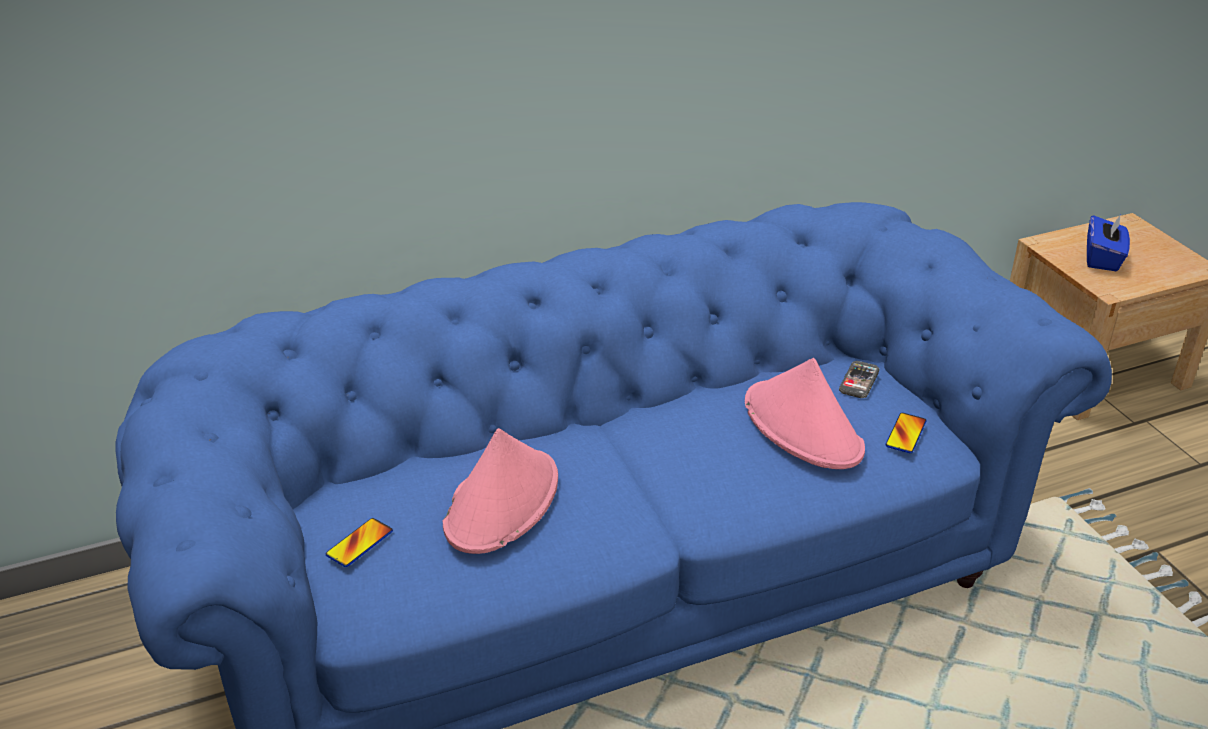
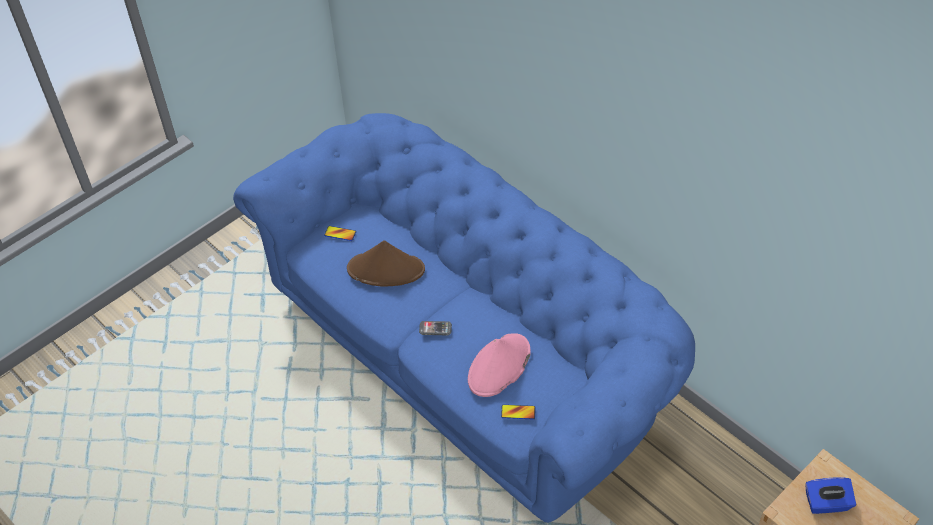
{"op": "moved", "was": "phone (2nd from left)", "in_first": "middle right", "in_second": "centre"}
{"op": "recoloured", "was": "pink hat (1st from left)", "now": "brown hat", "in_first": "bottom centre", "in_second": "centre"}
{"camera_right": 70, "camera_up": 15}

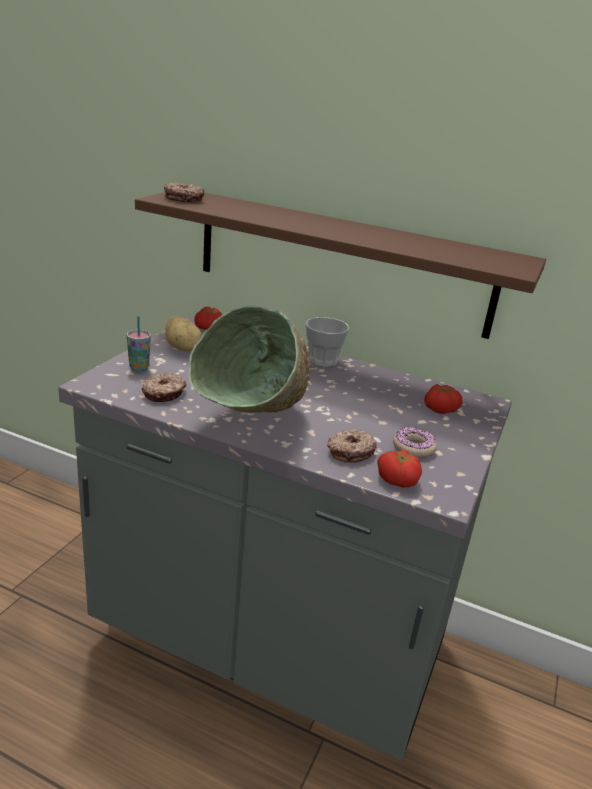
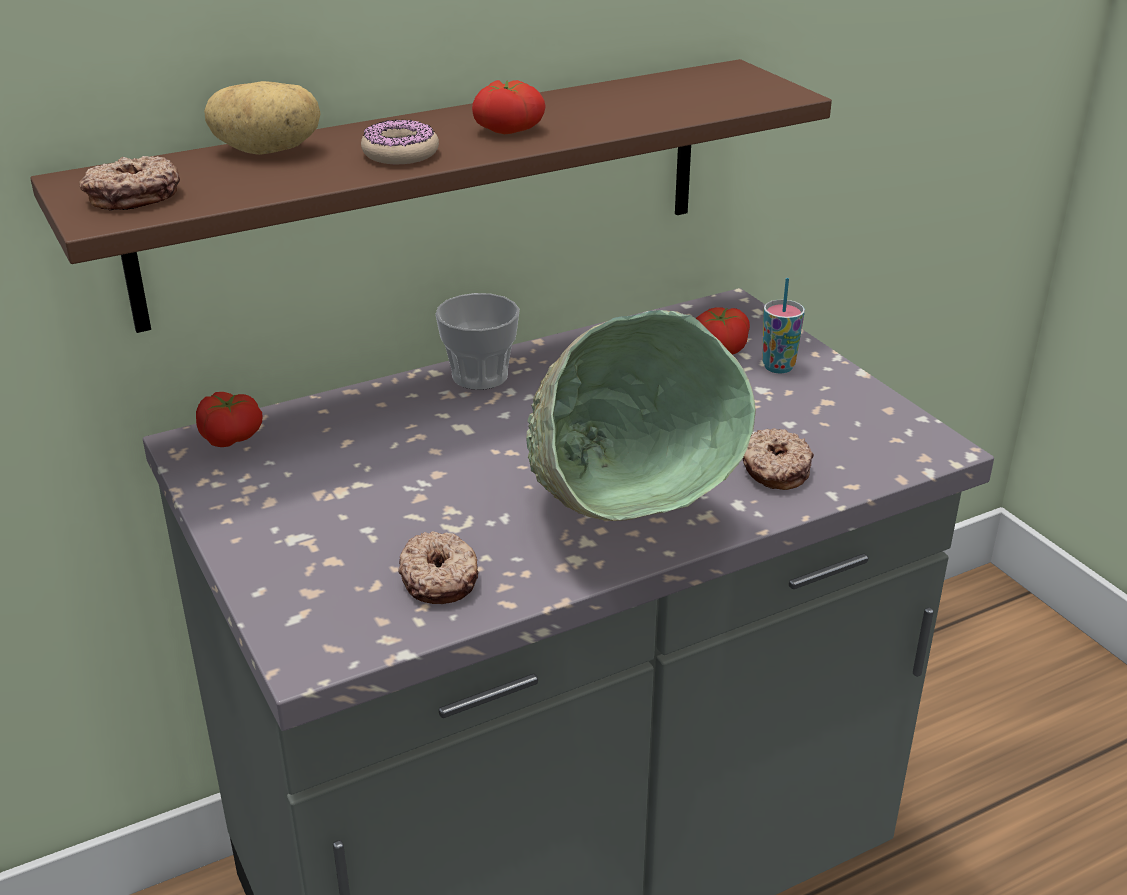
{"op": "moved", "was": "cup (1st from left in the first image)", "now": "cup (2nd from left)", "in_first": "middle left", "in_second": "middle right"}
{"op": "moved", "was": "potato", "in_first": "middle left", "in_second": "top left"}
{"op": "moved", "was": "tomato (2nd from left)", "in_first": "middle right", "in_second": "top centre"}
{"op": "moved", "was": "donut (4th from left in the first image)", "now": "donut (2nd from left)", "in_first": "middle right", "in_second": "top centre"}
{"camera_right": -50, "camera_up": 5}

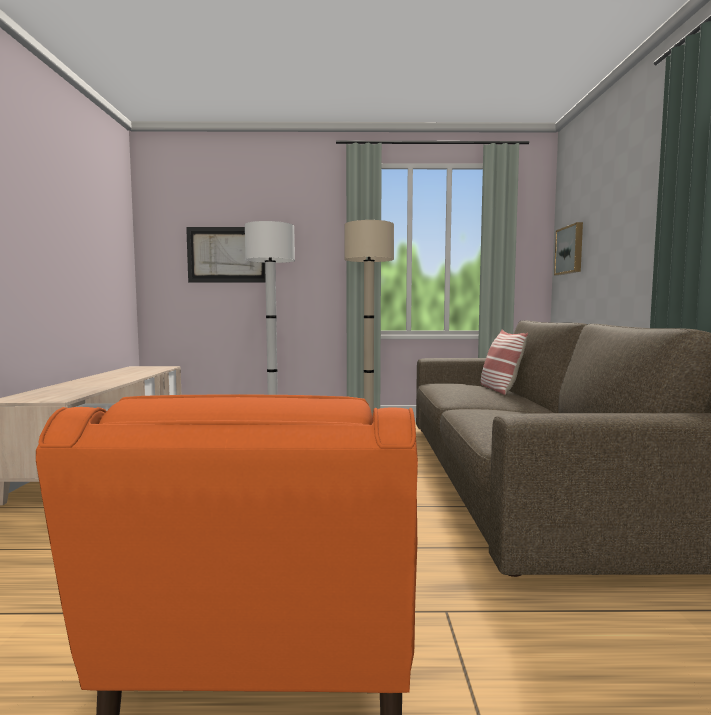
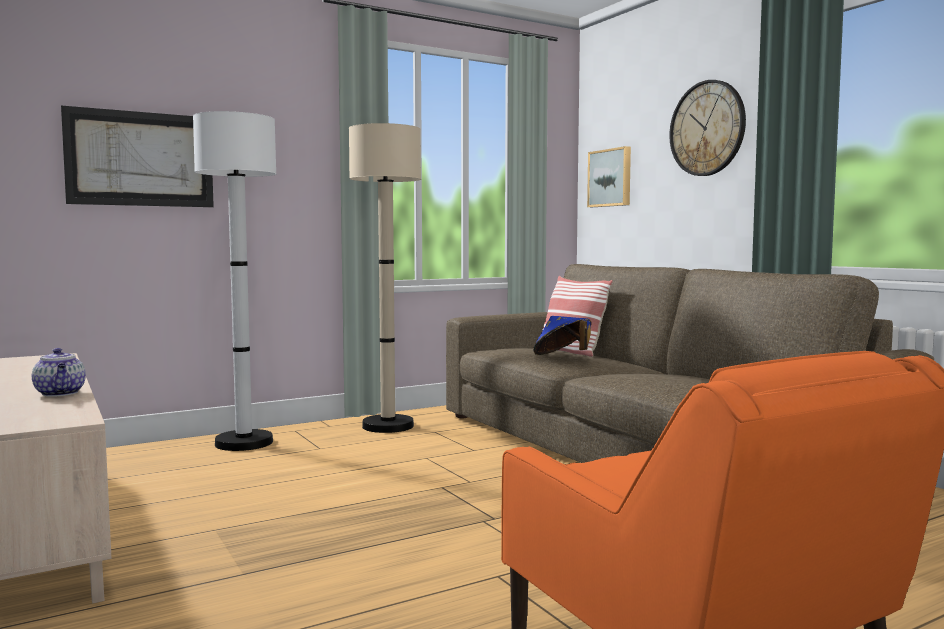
{"op": "added", "now": "teapot", "in_second": "middle left"}
{"op": "added", "now": "blue hat", "in_second": "centre"}
{"op": "added", "now": "wall clock", "in_second": "top right"}
{"camera_right": -30, "camera_up": 0}

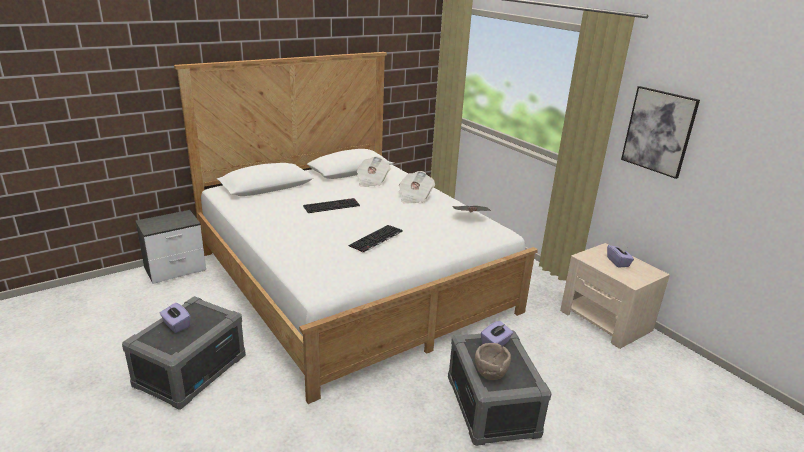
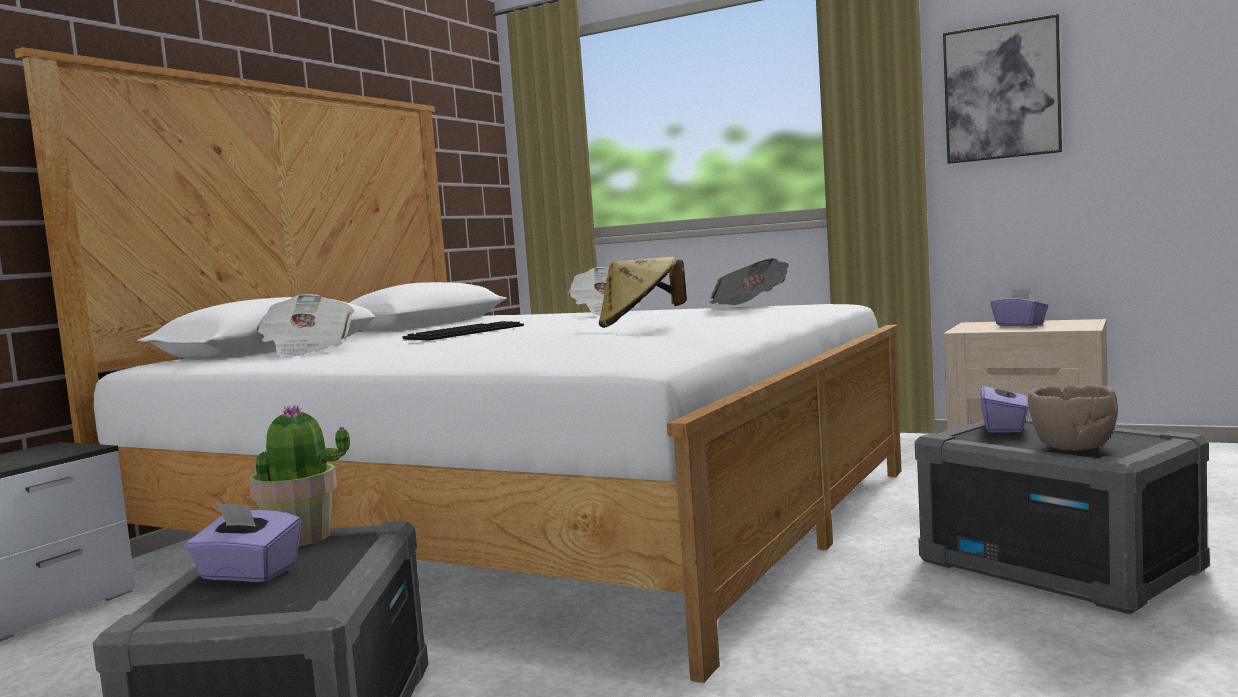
{"op": "added", "now": "potted plant", "in_second": "bottom left"}
{"op": "moved", "was": "newspaper (1st from left)", "in_first": "centre", "in_second": "middle left"}
{"op": "replaced", "was": "keyboard (2nd from left)", "now": "beige hat", "in_first": "centre", "in_second": "centre"}
{"camera_right": -25, "camera_up": -20}

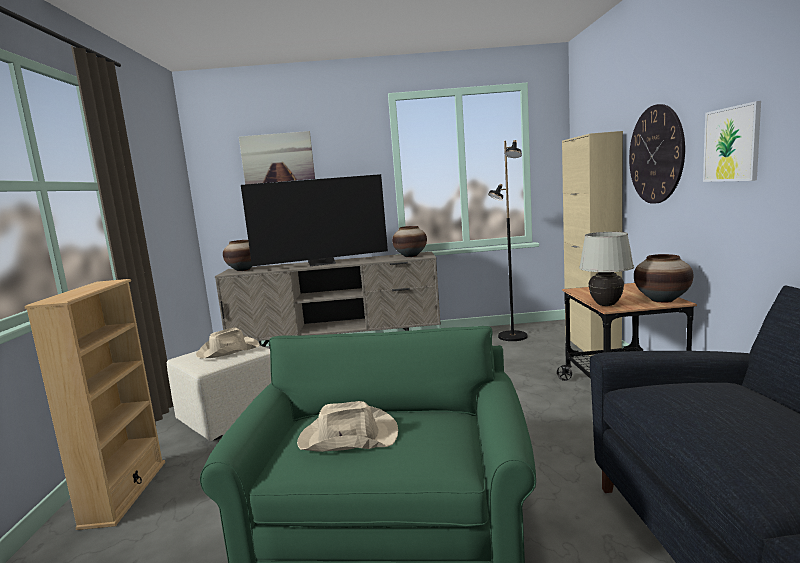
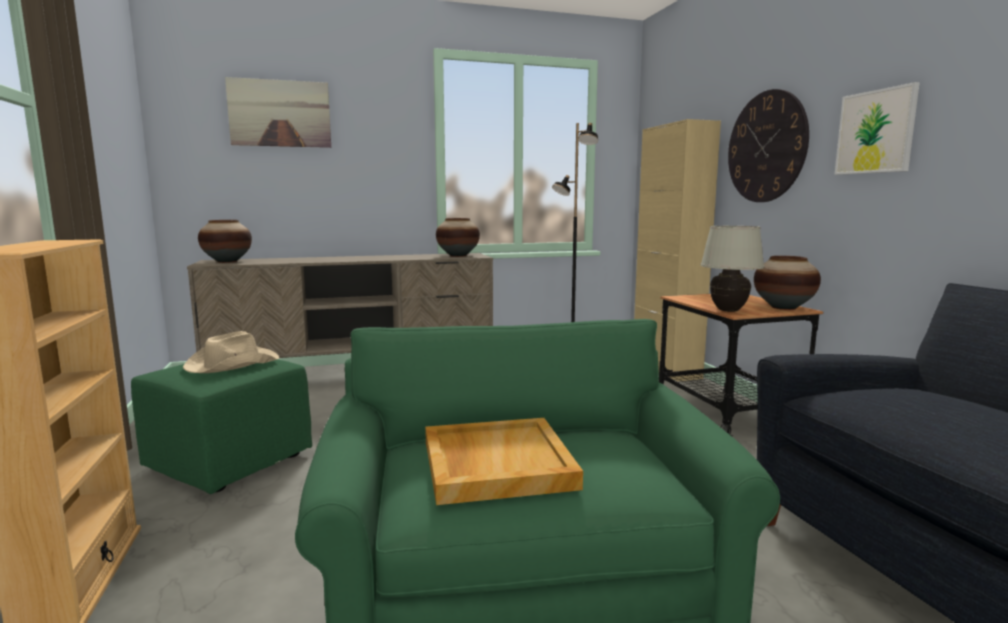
{"op": "removed", "was": "television", "in_first": "centre"}
{"op": "replaced", "was": "beige hat (2nd from left)", "now": "beige tray", "in_first": "bottom centre", "in_second": "bottom centre"}
{"op": "recoloured", "was": "beige ottoman", "now": "green ottoman", "in_first": "bottom left", "in_second": "bottom left"}
{"camera_right": -15, "camera_up": 0}

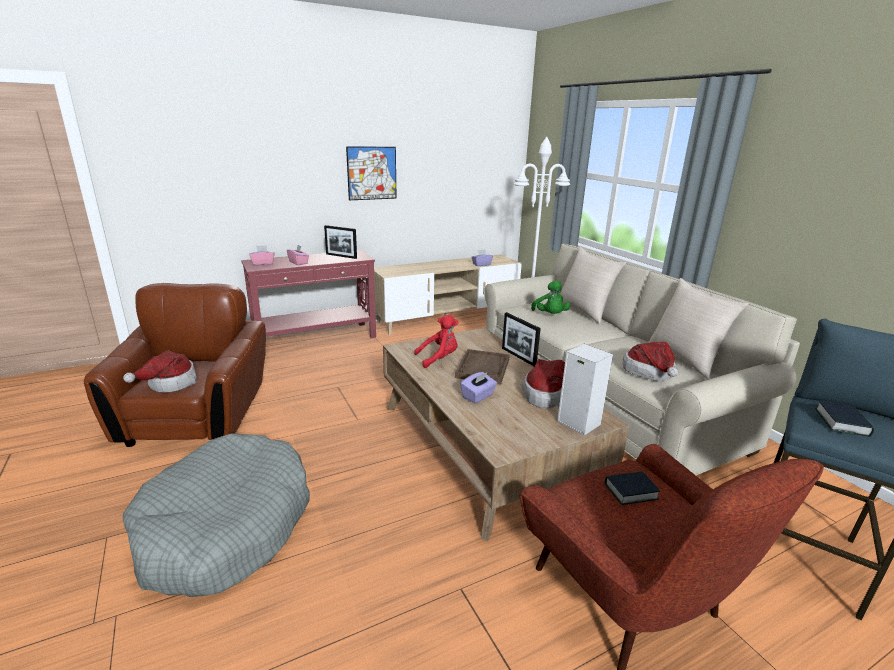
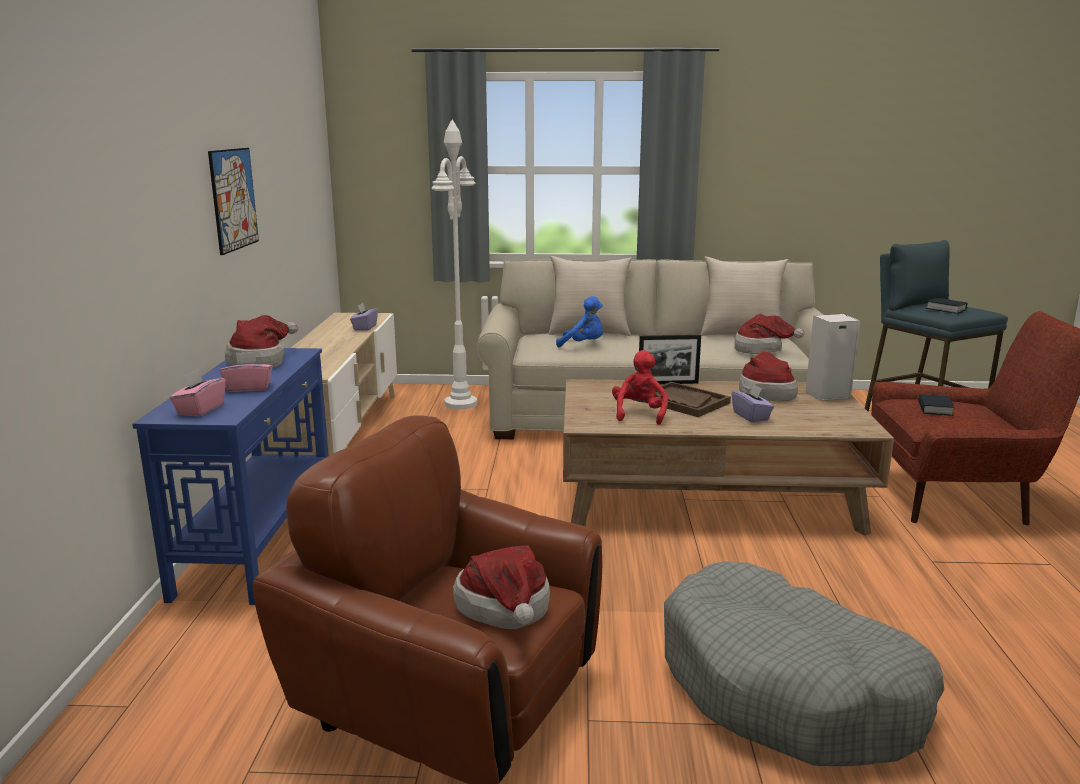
{"op": "replaced", "was": "picture frame (1st from left)", "now": "hat (1st from left)", "in_first": "centre", "in_second": "middle left"}
{"op": "recoloured", "was": "red console table", "now": "blue console table", "in_first": "centre", "in_second": "middle left"}
{"op": "recoloured", "was": "green plush toy", "now": "blue plush toy", "in_first": "centre", "in_second": "centre"}
{"camera_right": -60, "camera_up": -5}

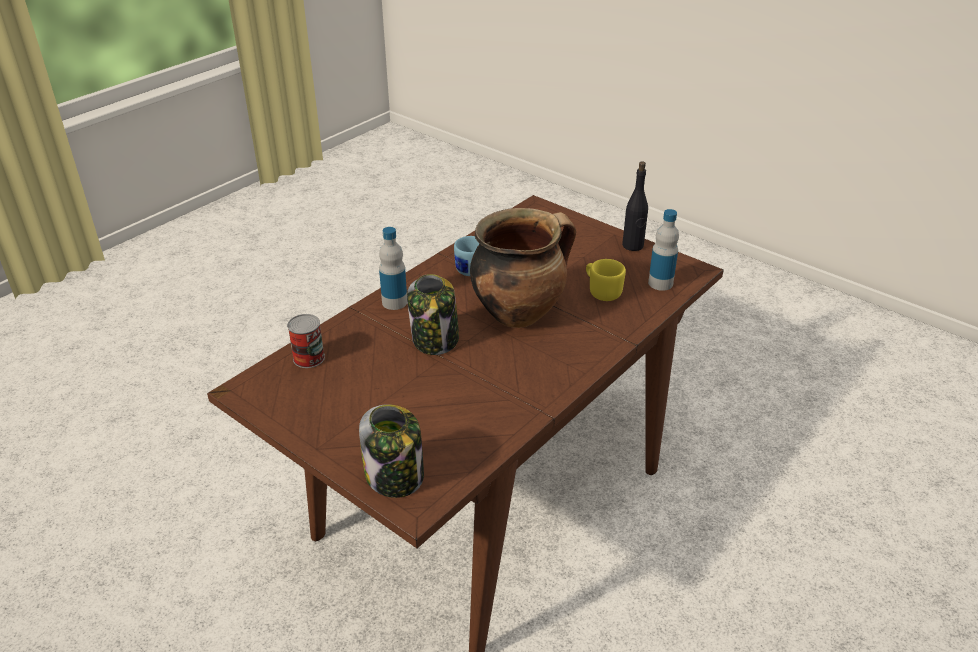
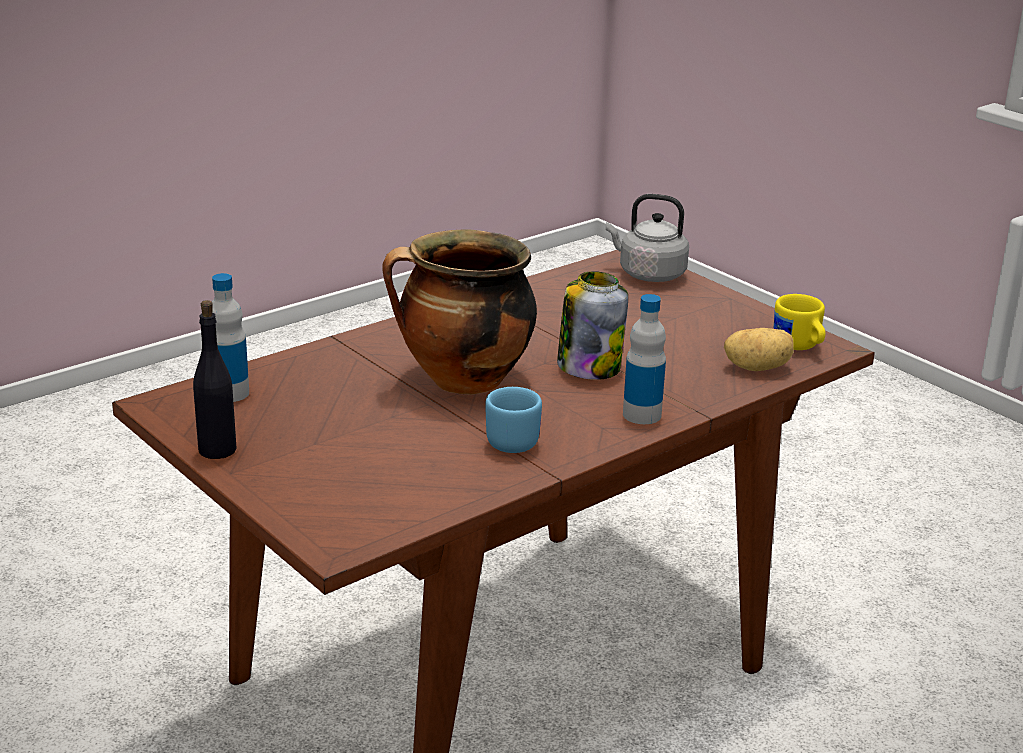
{"op": "moved", "was": "yellow mug", "in_first": "centre", "in_second": "middle right"}
{"op": "replaced", "was": "can", "now": "potato", "in_first": "middle left", "in_second": "middle right"}
{"op": "replaced", "was": "jar (1st from left)", "now": "grey kettle", "in_first": "bottom centre", "in_second": "top centre"}
{"camera_right": -170, "camera_up": -10}

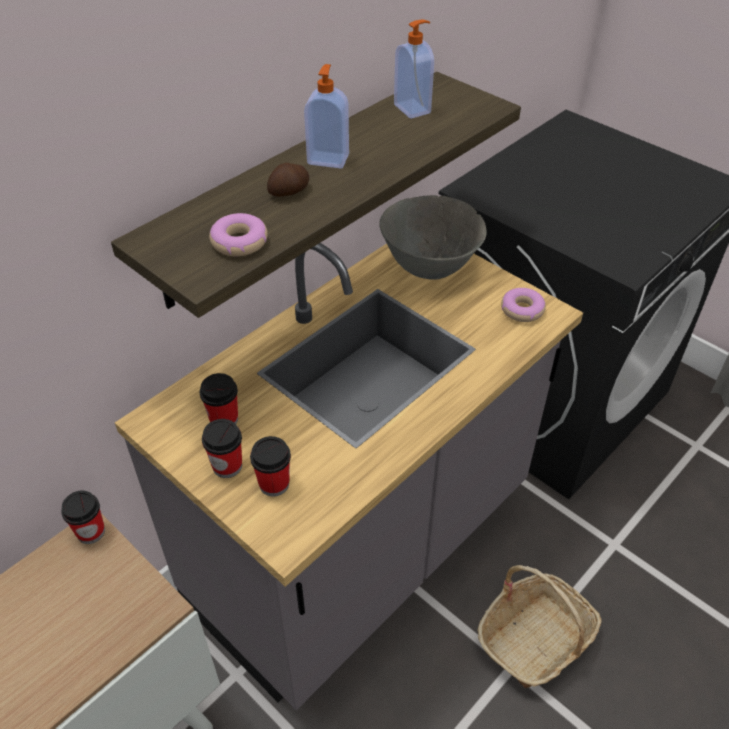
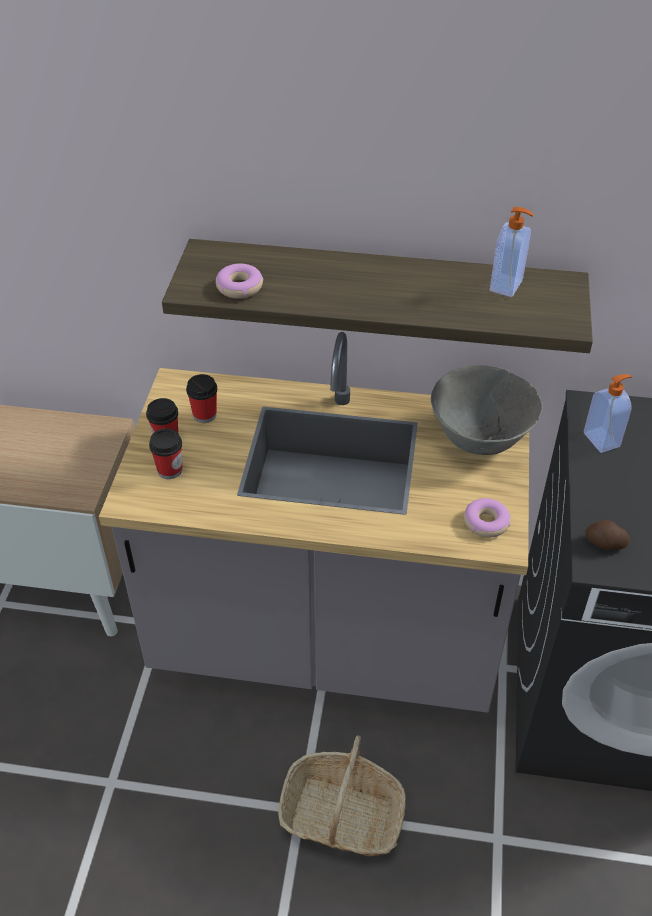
{"op": "removed", "was": "cup (1st from left)", "in_first": "bottom left"}
{"op": "moved", "was": "potato", "in_first": "top centre", "in_second": "middle right"}
{"op": "moved", "was": "soap dispenser (1st from left in the first image)", "now": "soap dispenser (2nd from left)", "in_first": "top centre", "in_second": "middle right"}
{"camera_right": 55, "camera_up": 0}

